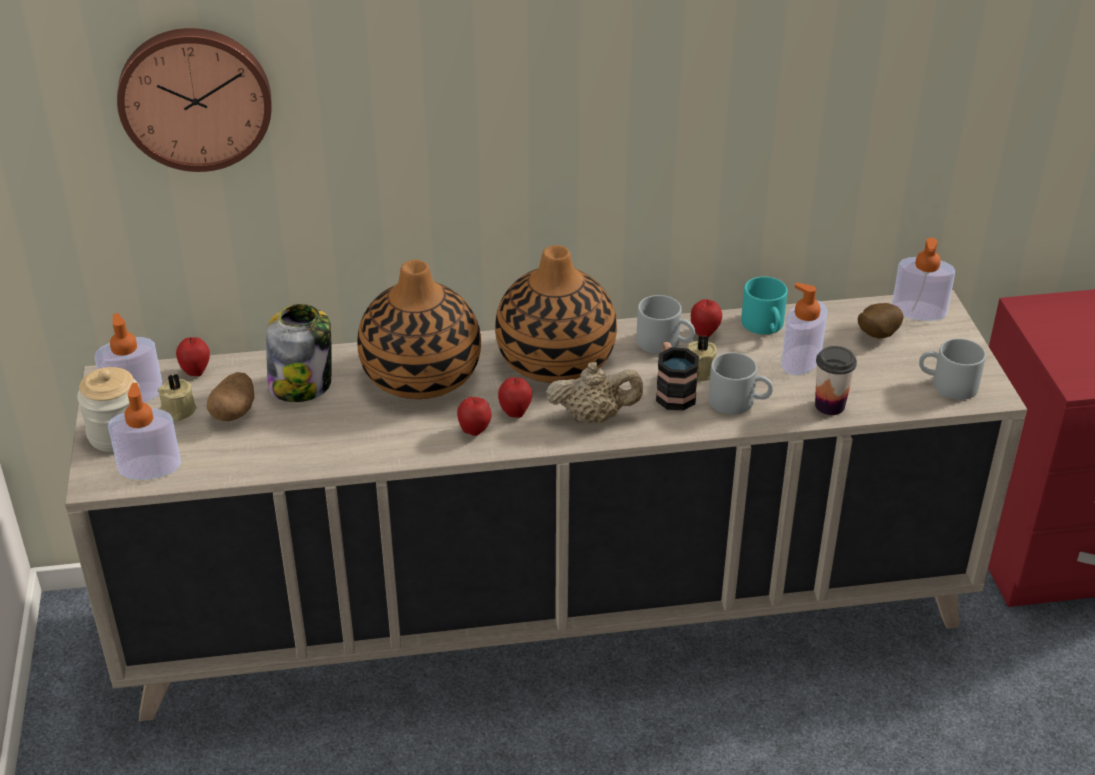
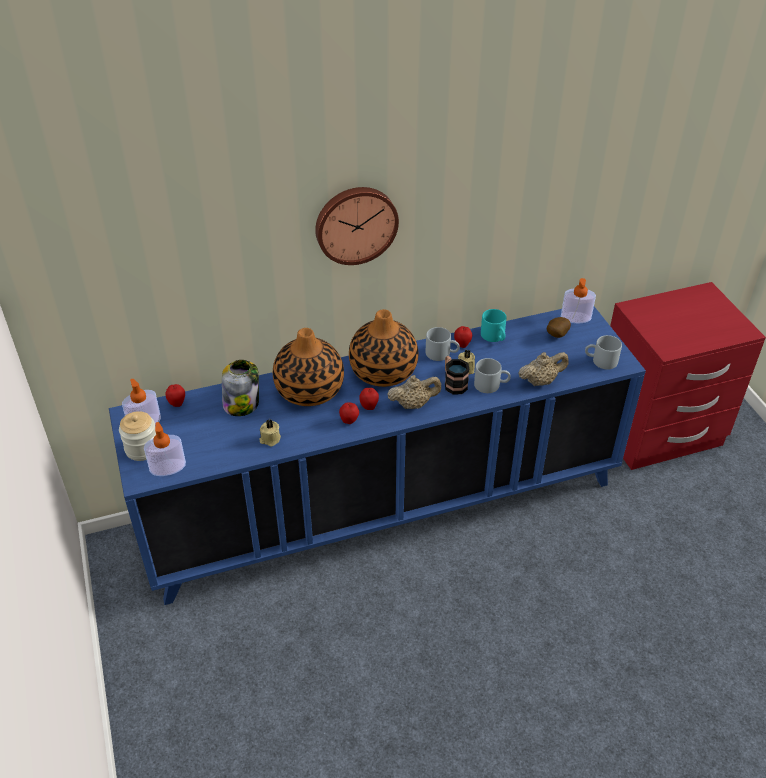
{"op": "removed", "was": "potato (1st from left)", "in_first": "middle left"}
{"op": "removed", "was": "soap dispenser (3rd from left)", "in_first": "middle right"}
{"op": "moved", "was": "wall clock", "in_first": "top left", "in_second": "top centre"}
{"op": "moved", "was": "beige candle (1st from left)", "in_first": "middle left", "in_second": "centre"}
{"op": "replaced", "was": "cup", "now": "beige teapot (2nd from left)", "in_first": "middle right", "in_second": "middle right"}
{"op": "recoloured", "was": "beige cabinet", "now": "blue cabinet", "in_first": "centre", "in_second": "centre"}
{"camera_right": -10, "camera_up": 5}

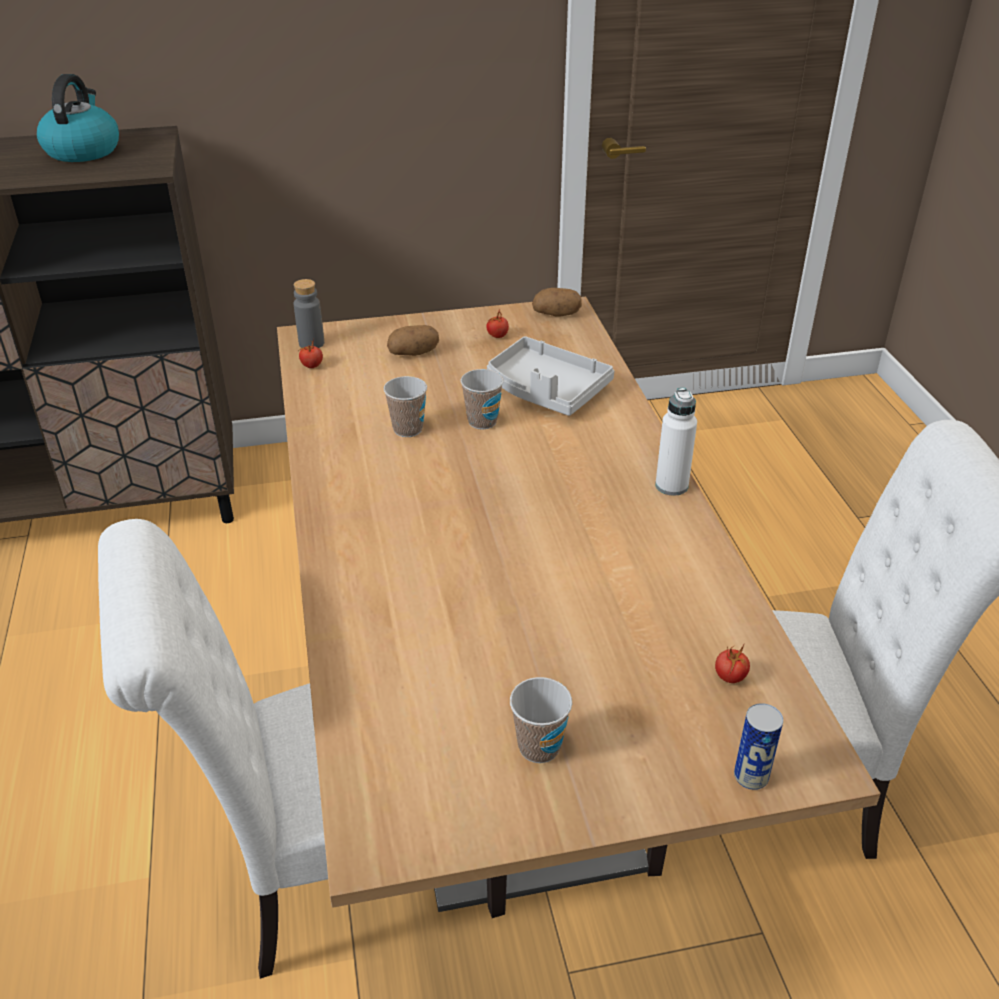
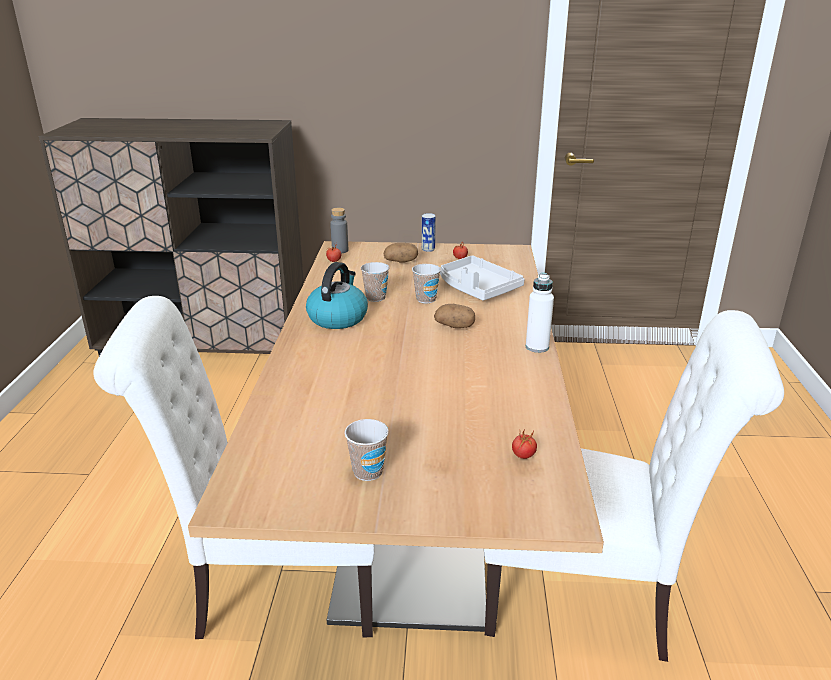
{"op": "moved", "was": "kettle", "in_first": "top left", "in_second": "centre"}
{"op": "moved", "was": "potato (2nd from left)", "in_first": "top centre", "in_second": "centre"}
{"op": "moved", "was": "can", "in_first": "bottom right", "in_second": "centre"}
{"camera_right": 15, "camera_up": -10}

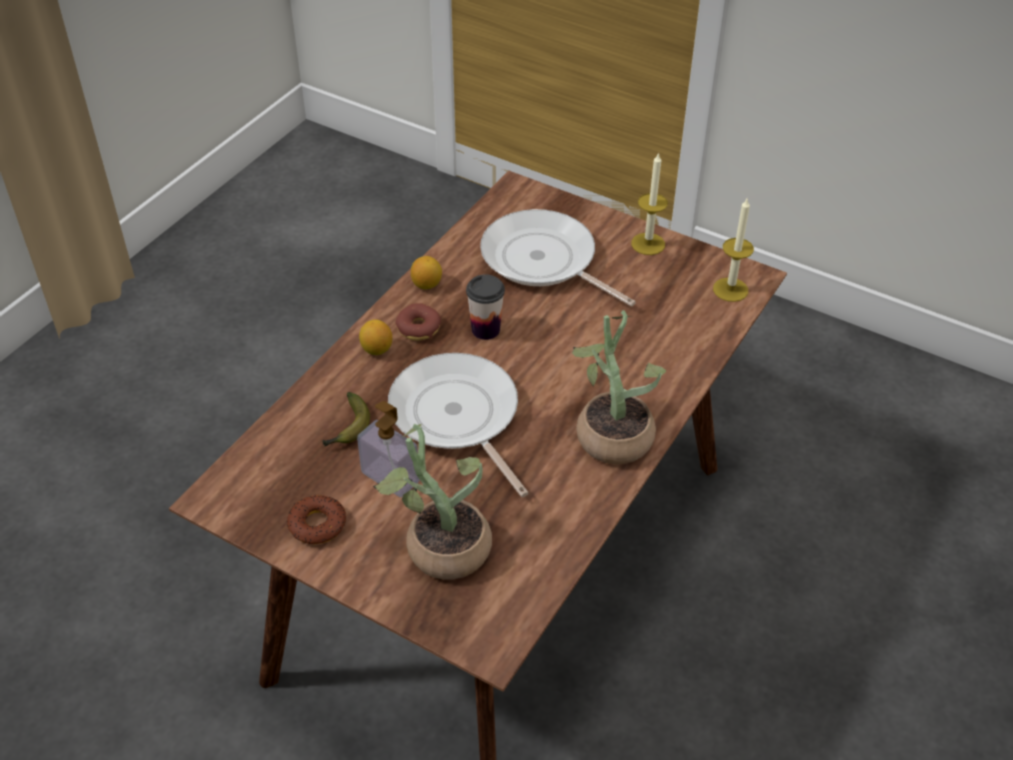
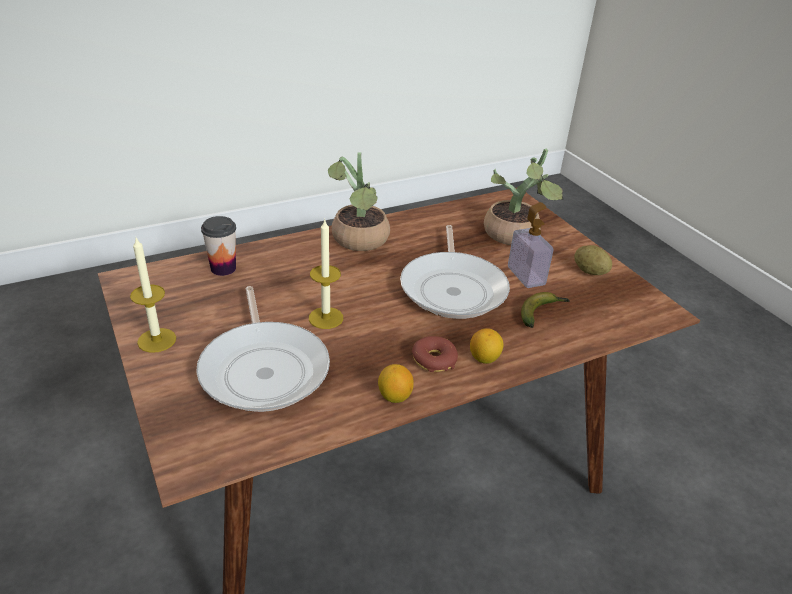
{"op": "moved", "was": "cup", "in_first": "centre", "in_second": "middle left"}
{"op": "moved", "was": "candle (2nd from left)", "in_first": "top right", "in_second": "centre"}
{"op": "replaced", "was": "donut (1st from left)", "now": "potato", "in_first": "bottom left", "in_second": "middle right"}
{"camera_right": -150, "camera_up": -10}

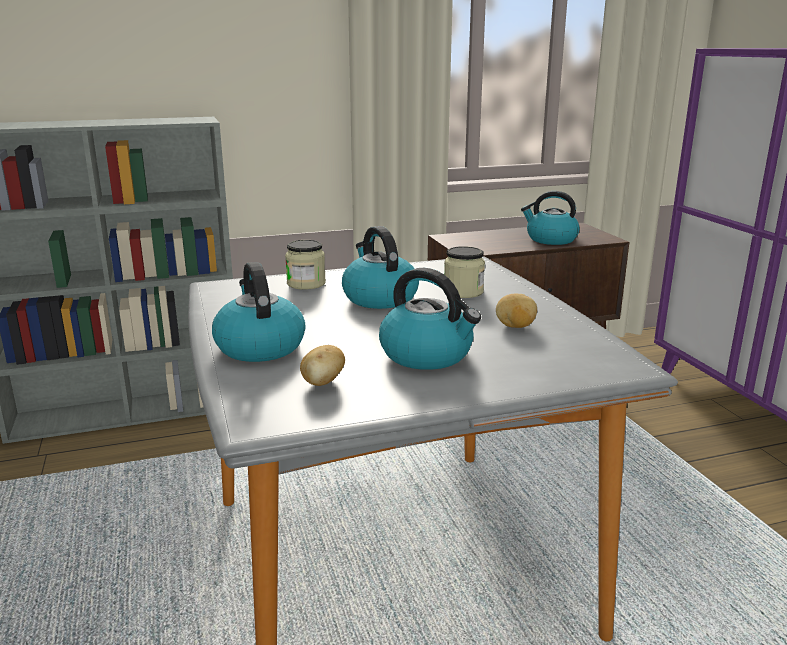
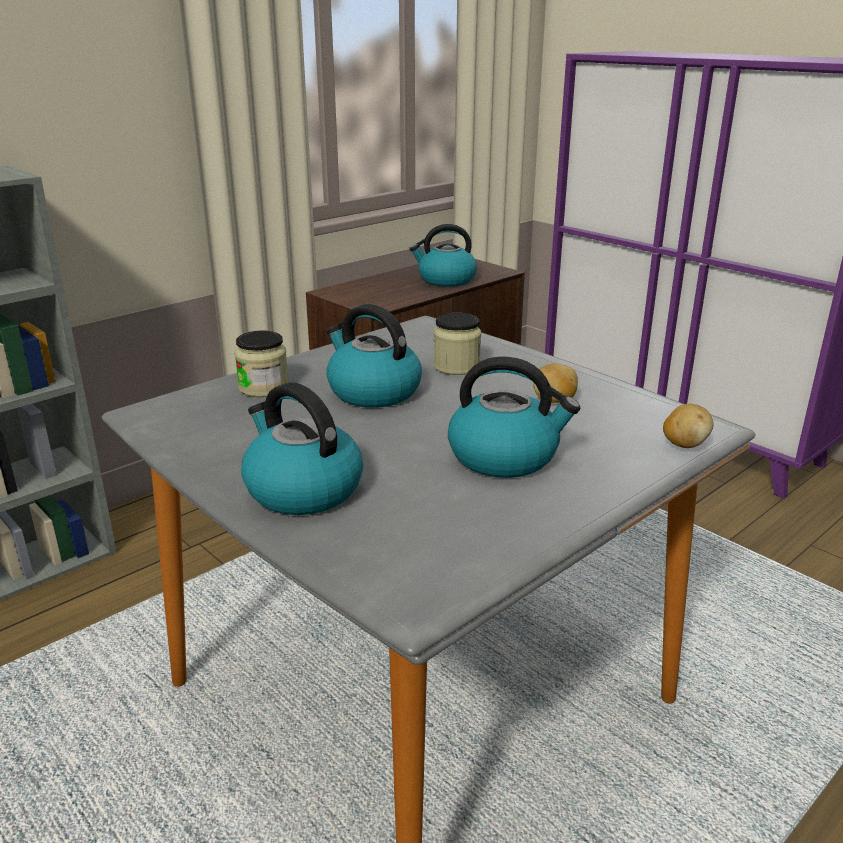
{"op": "moved", "was": "potato (1st from left in the first image)", "now": "potato (2nd from left)", "in_first": "centre", "in_second": "middle right"}
{"camera_right": -25, "camera_up": 5}

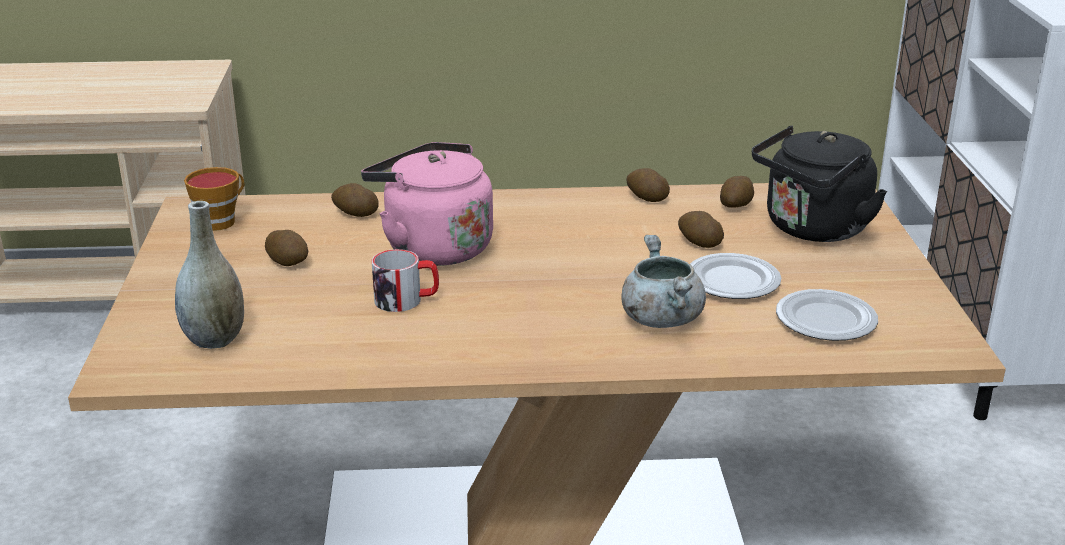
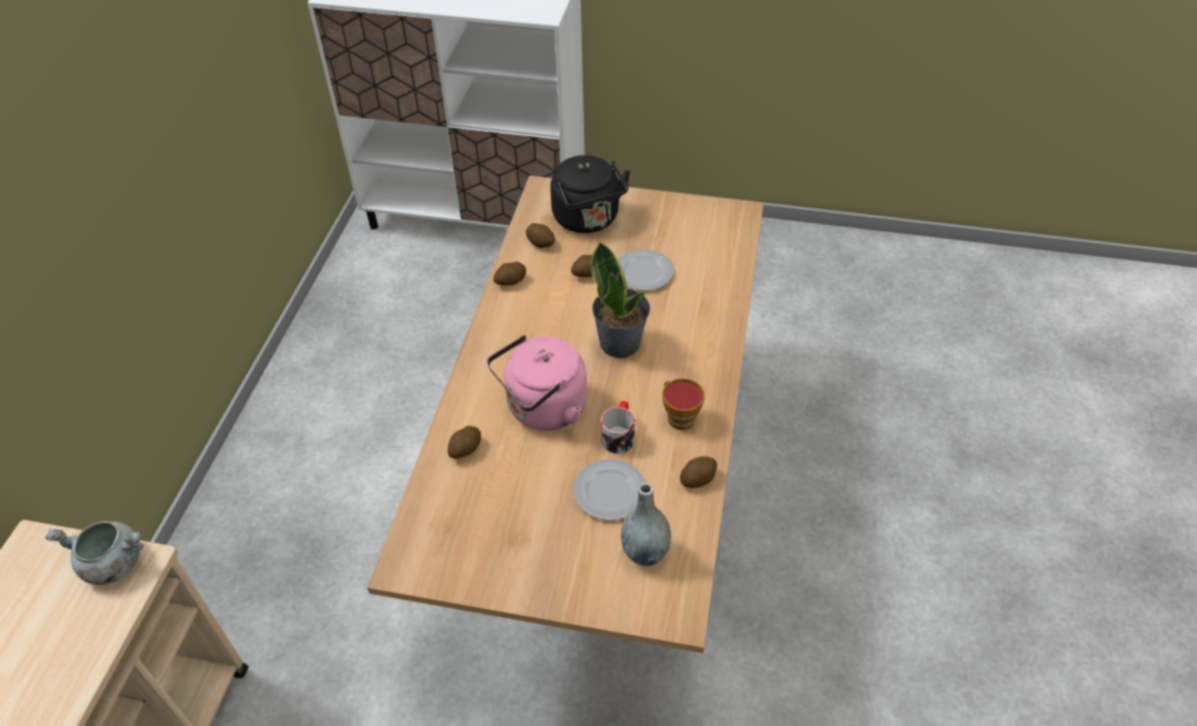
{"op": "added", "now": "potted plant", "in_second": "centre"}
{"op": "moved", "was": "cup", "in_first": "middle left", "in_second": "centre"}
{"op": "moved", "was": "potato (1st from left in the first image)", "now": "potato (5th from left)", "in_first": "middle left", "in_second": "centre"}
{"op": "moved", "was": "grey cooking pot", "in_first": "centre", "in_second": "bottom left"}
{"op": "moved", "was": "plate (2nd from left in the first image)", "now": "plate (1st from left)", "in_first": "middle right", "in_second": "bottom centre"}
{"camera_right": -75, "camera_up": 20}

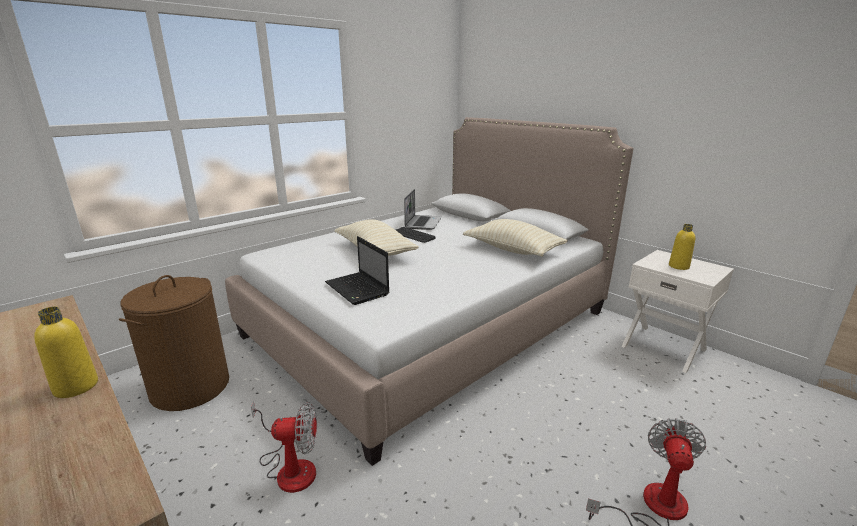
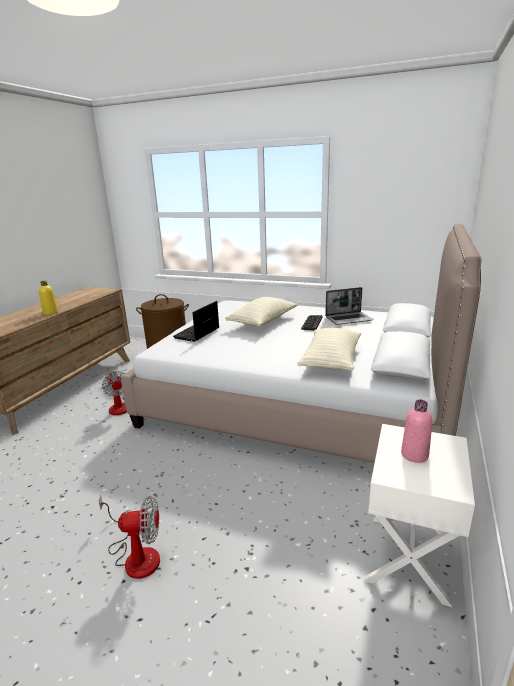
{"op": "recoloured", "was": "yellow bottle (2nd from left)", "now": "pink bottle", "in_first": "middle right", "in_second": "middle right"}
{"camera_right": 65, "camera_up": 0}

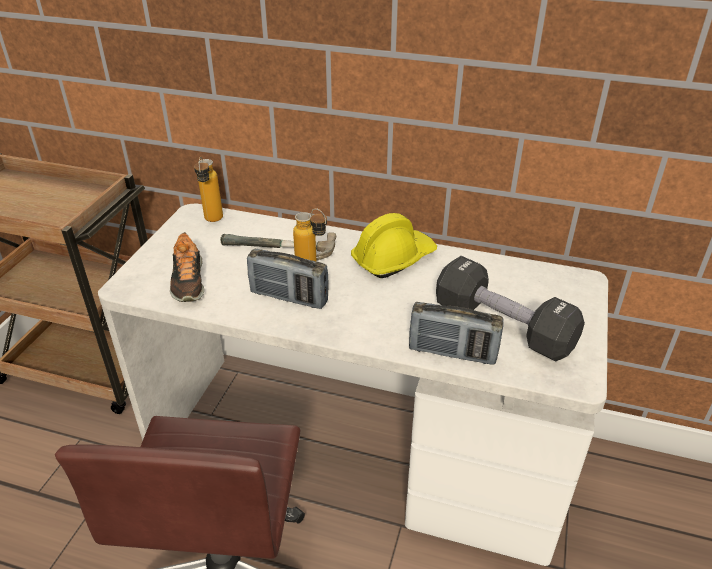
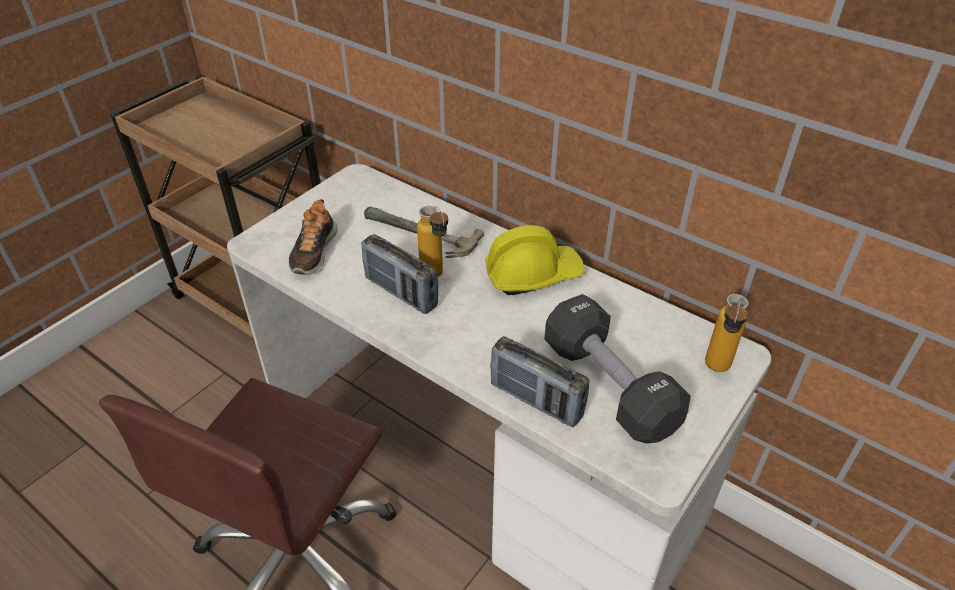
{"op": "moved", "was": "bottle (1st from left in the first image)", "now": "bottle (2nd from left)", "in_first": "top left", "in_second": "middle right"}
{"camera_right": 20, "camera_up": 5}

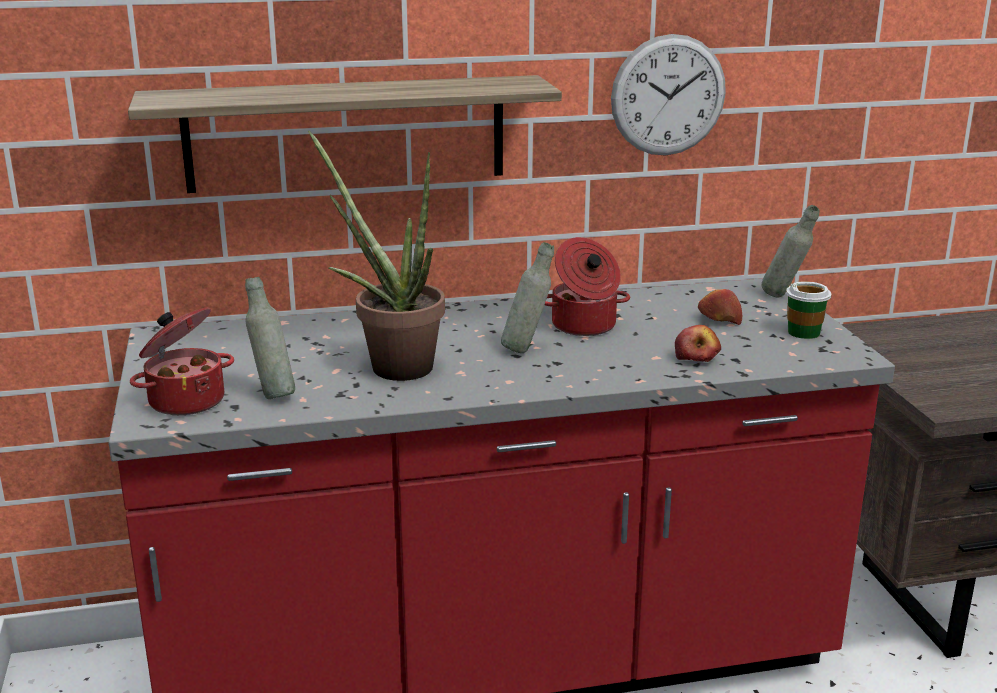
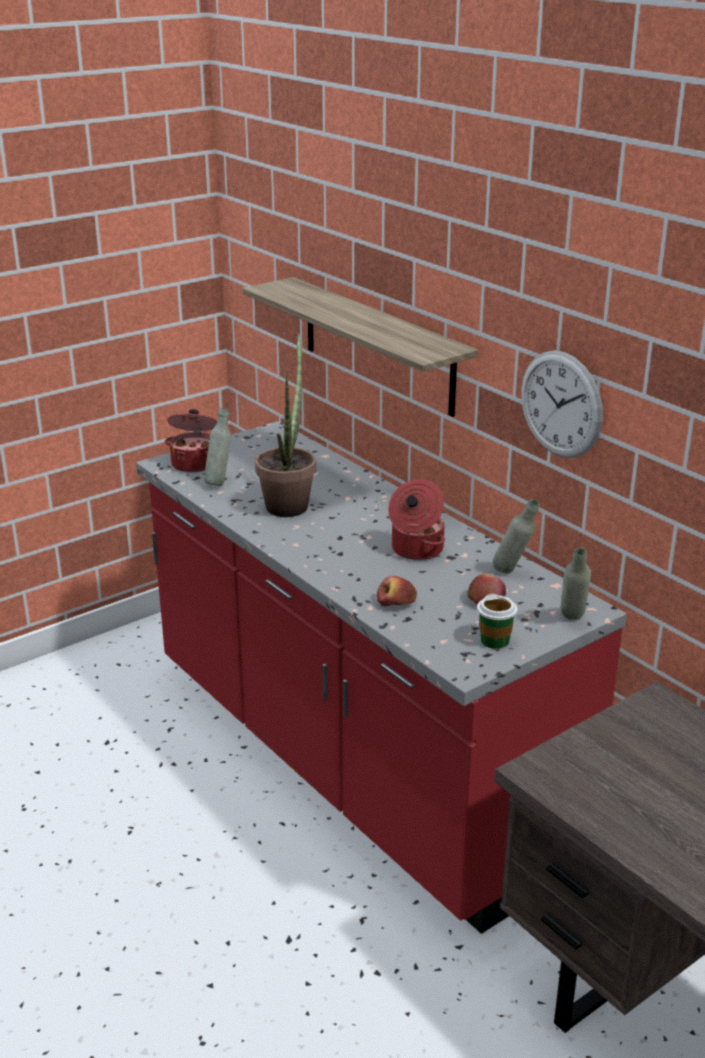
{"op": "moved", "was": "grey bottle (2nd from left)", "in_first": "centre", "in_second": "middle right"}
{"camera_right": 65, "camera_up": 5}

